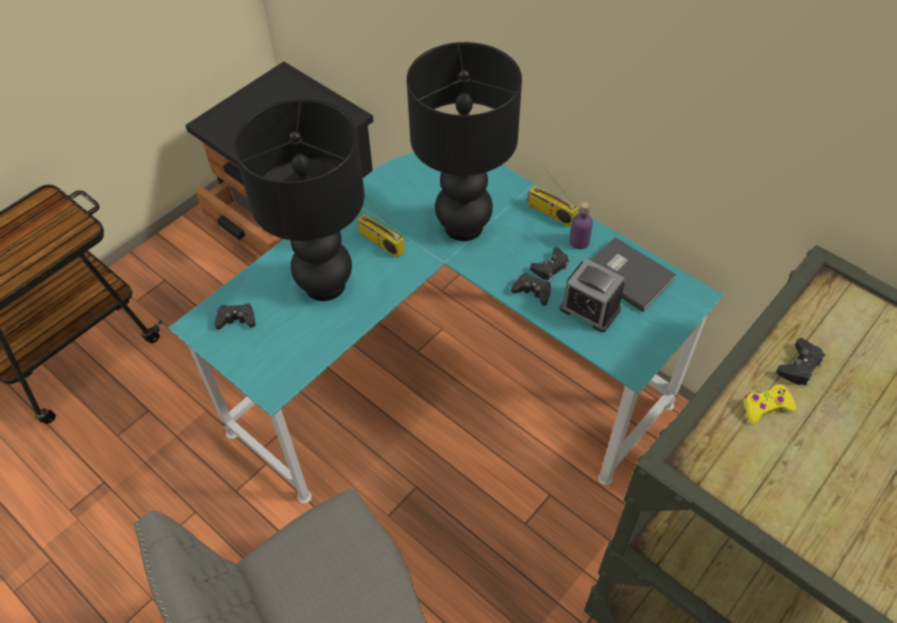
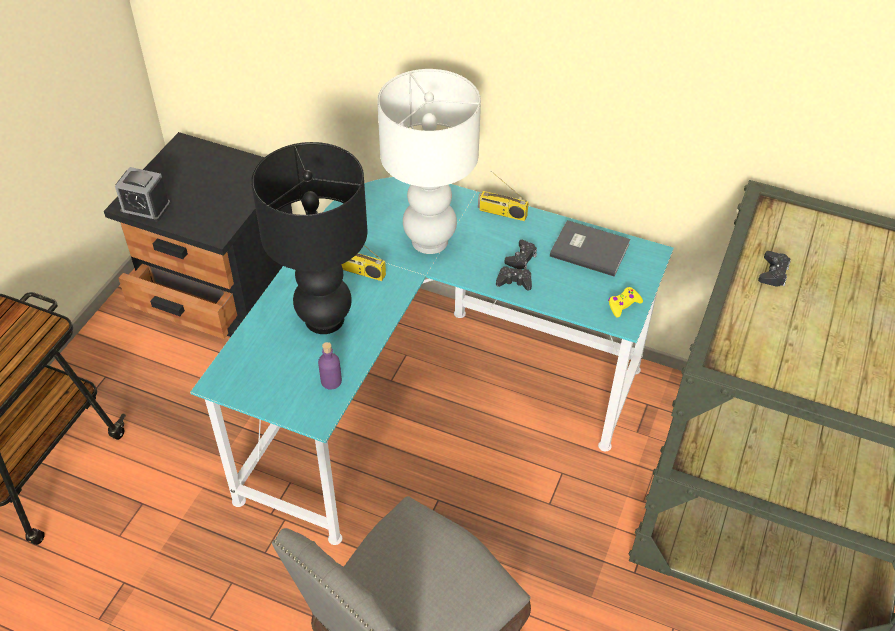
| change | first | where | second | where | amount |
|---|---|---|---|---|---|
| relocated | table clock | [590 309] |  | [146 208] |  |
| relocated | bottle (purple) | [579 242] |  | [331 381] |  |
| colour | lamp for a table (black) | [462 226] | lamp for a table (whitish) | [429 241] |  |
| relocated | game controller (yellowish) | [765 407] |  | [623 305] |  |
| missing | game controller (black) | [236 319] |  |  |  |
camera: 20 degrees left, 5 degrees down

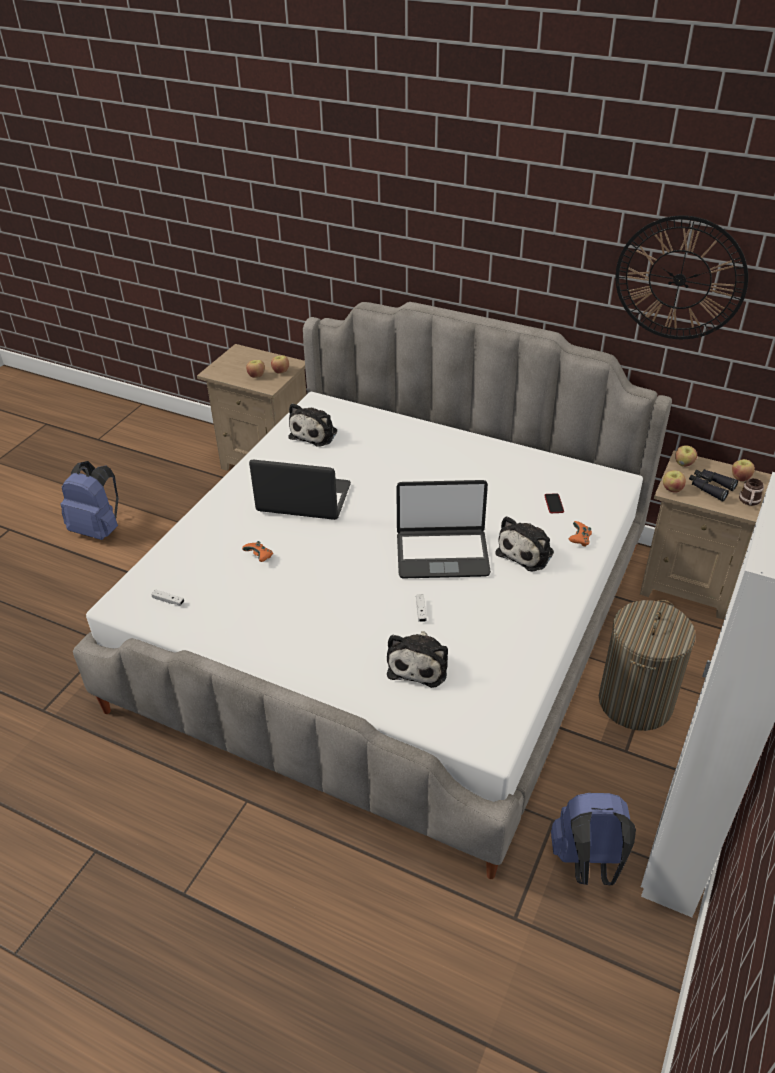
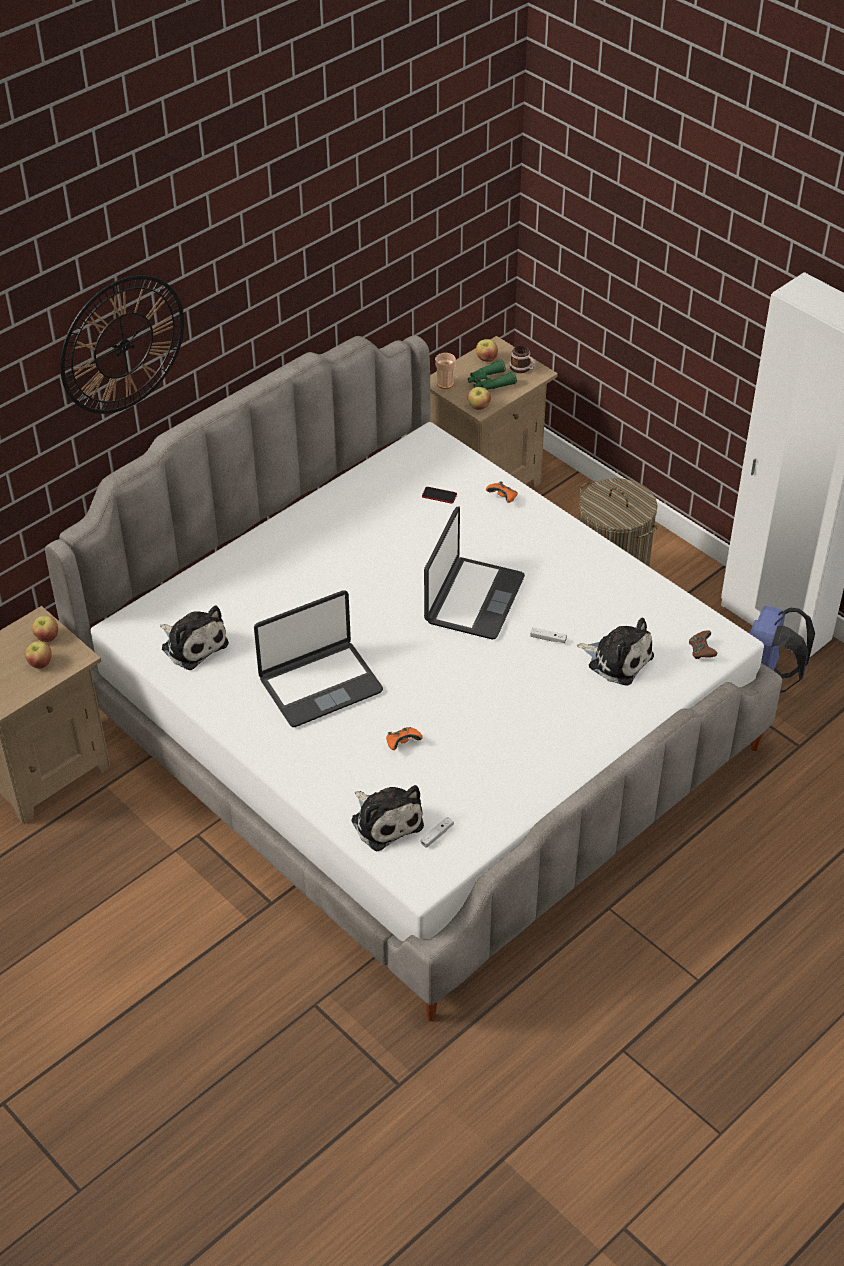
| change | first | where | second | where | amount |
|---|---|---|---|---|---|
| relocated | wall clock | [680 279] |  | [123 345] |  |
| spun | portable computer | [303 499] |  | [320 684] | 150 degrees counterclockwise |
| relocated | plush toy | [527 552] |  | [385 820] |  |
| exchanged | whole apple | [683 464] | small cup | [445 384] |  |
| colour | binoculars (black) | [710 487] | binoculars (green) | [489 383] |  |
| appeared |  |  | game controller (brown) | [701 651] |  |
| missing | backpack (blue-coloured) | [98 529] |  |  |  |
camera: 70 degrees left, 5 degrees up

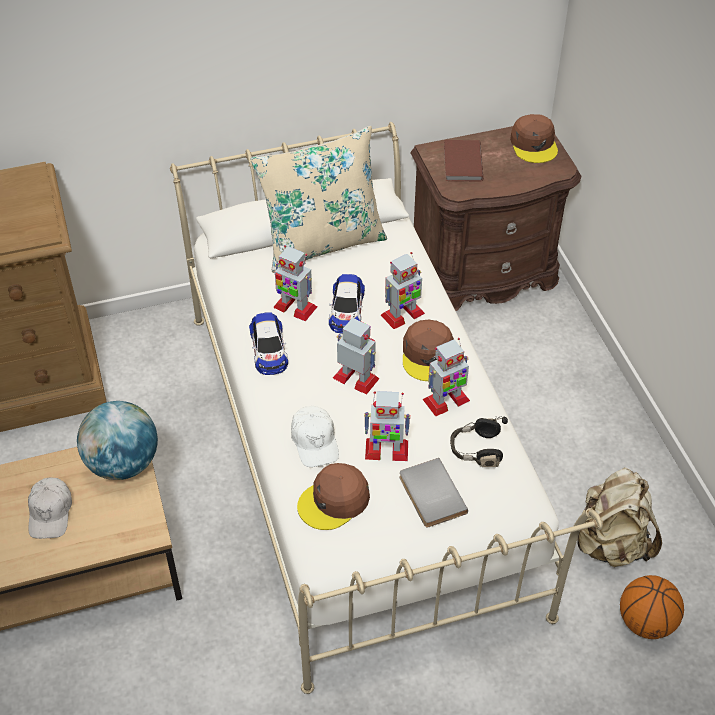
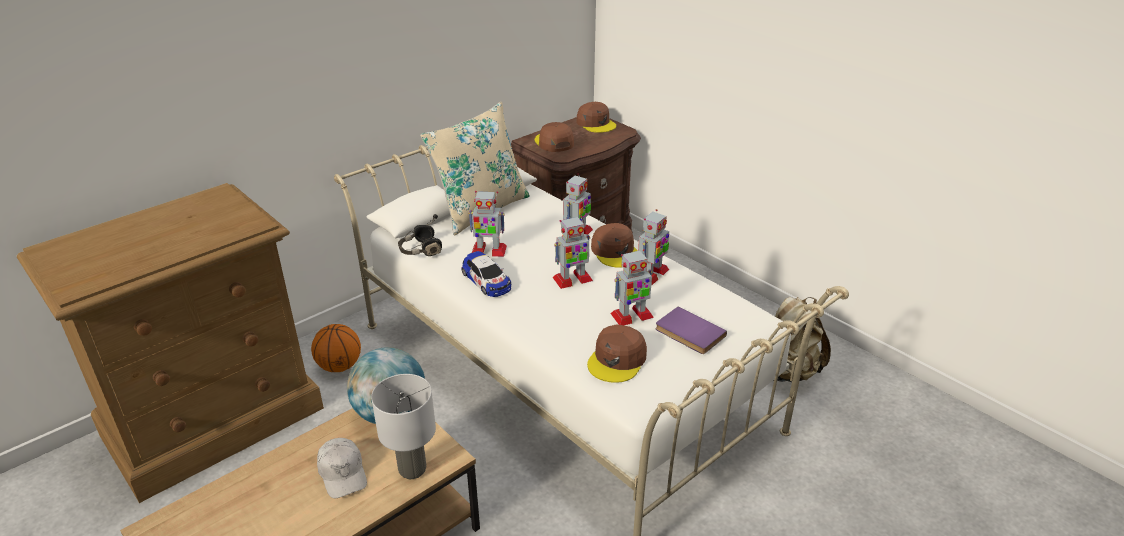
| change | first | where | second | where | amount |
|---|---|---|---|---|---|
| relocated | ball for basketball | [646 622] |  | [340 366] |  |
| appeared |  |  | lamp for a table (whitish) | [412 469] |  |
| relocated | headset (black) | [476 450] |  | [420 250] |  |
| exchanged | book (brown) | [461 163] | baseball cap (brown) | [553 142] |  |
| spun | toy robot | [356 378] |  | [572 279] | 150 degrees clockwise |
| colour | book (greyish) | [430 495] | book (purple) | [688 333] |  |
| missing | baseball cap (whitish) | [315 441] |  |  |  |
| missing | miniature car | [346 309] |  |  |  |
camera: 25 degrees left, 15 degrees down

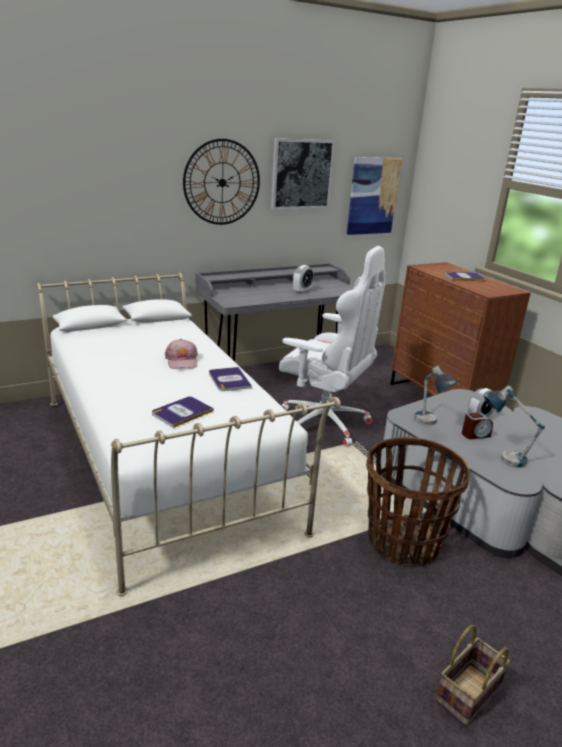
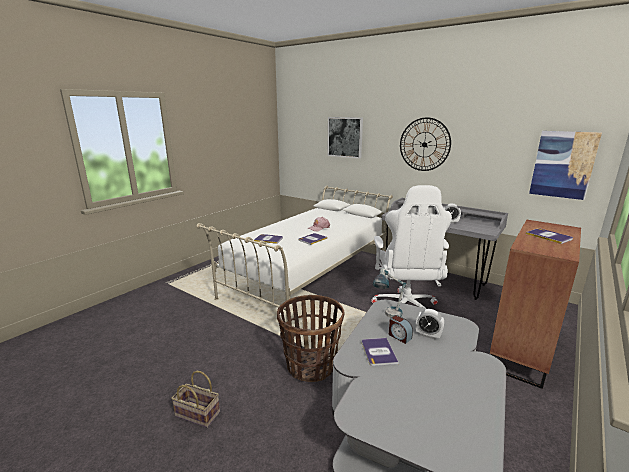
| change | first | where | second | where | amount |
|---|---|---|---|---|---|
| relocated | picture | [301 174] |  | [345 137] |  |
| exchanged | lamp for a table | [501 457] | book | [378 352] |  |
camera: 65 degrees right, 5 degrees down

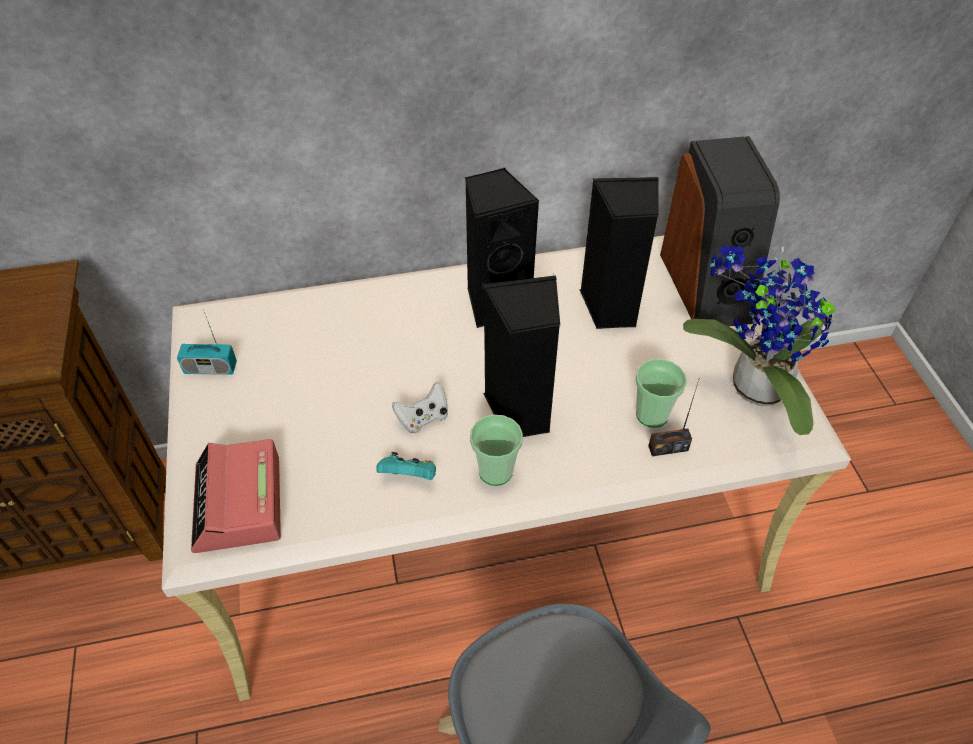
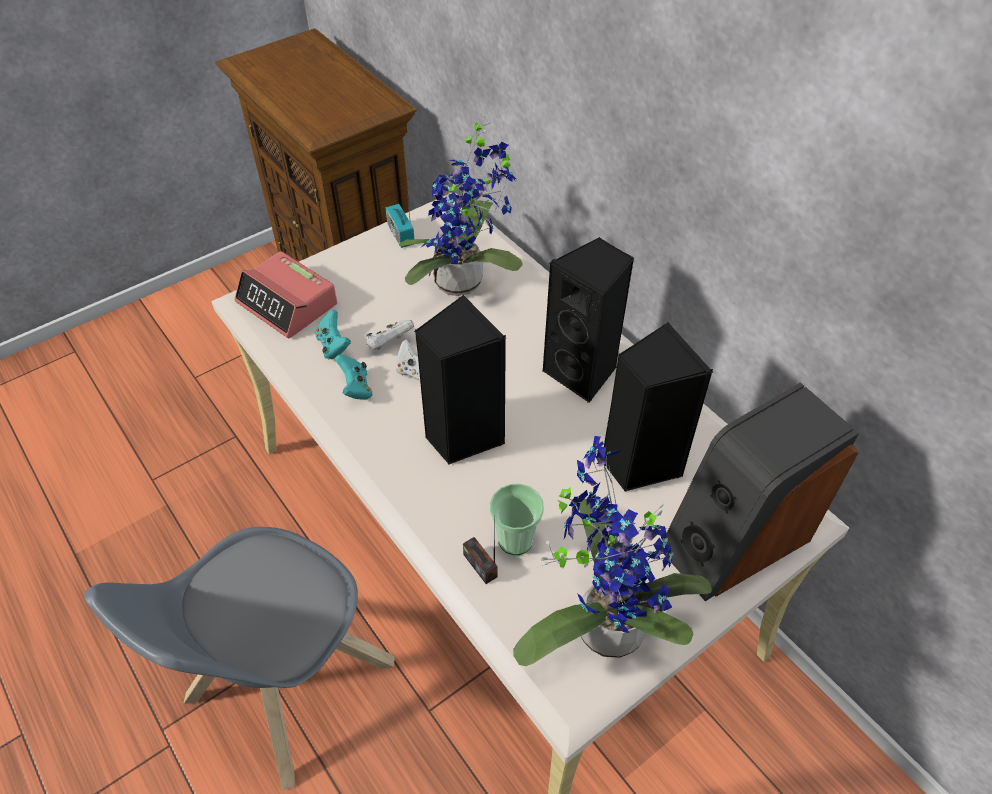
| change | first | where | second | where | amount |
|---|---|---|---|---|---|
| spun | table clock | [238 504] |  | [288 304] | 105 degrees counterclockwise |
| appeared |  |  | game controller (turquoise) | [333 346] |  |
| appeared |  |  | game controller (whitish) | [389 344] |  |
| appeared |  |  | potted plant | [465 283] |  |
| missing | small cup | [495 471] |  |  |  |
camera: 65 degrees right, 0 degrees up

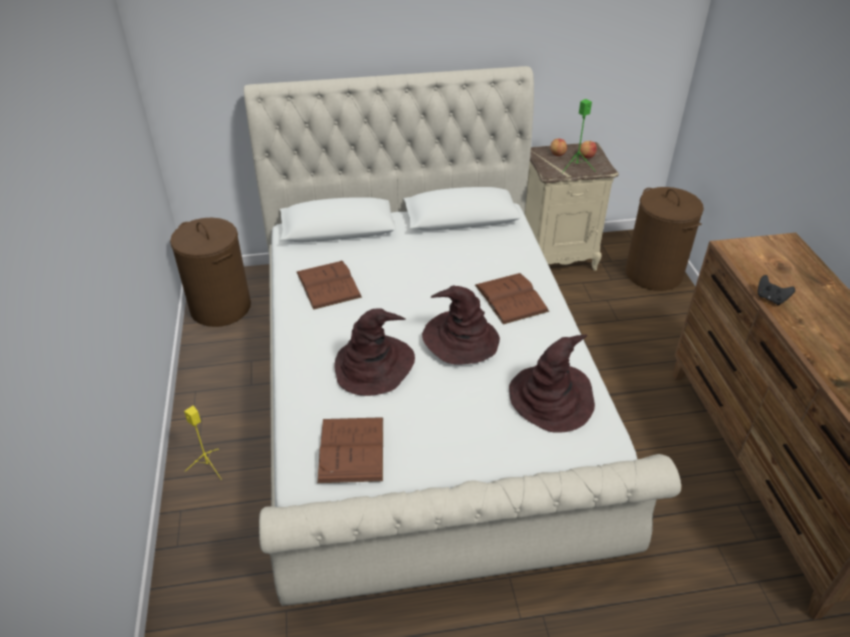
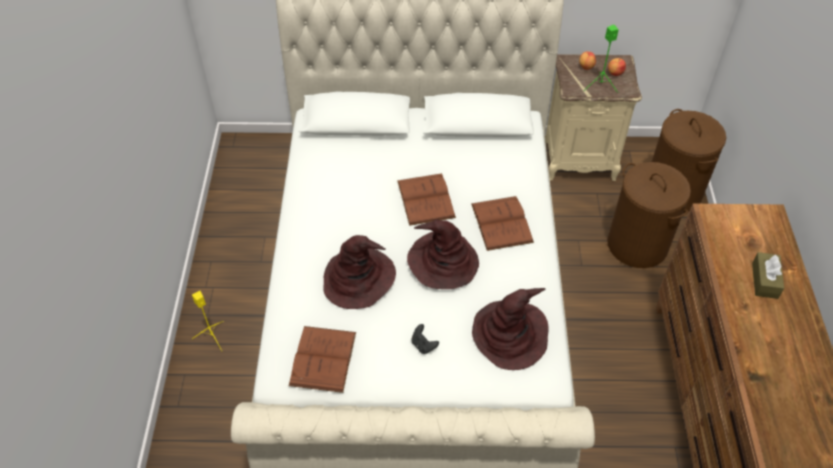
| change | first | where | second | where | amount |
|---|---|---|---|---|---|
| relocated | book (brown) | [328 284] |  | [426 199] |  |
| relocated | game controller (black) | [770 298] |  | [423 345] |  |
| relocated | washing basket (brown) | [220 307] |  | [636 244] |  |
| appeared |  |  | box of tissues (brown) | [764 280] |  |
camera: 10 degrees right, 10 degrees up

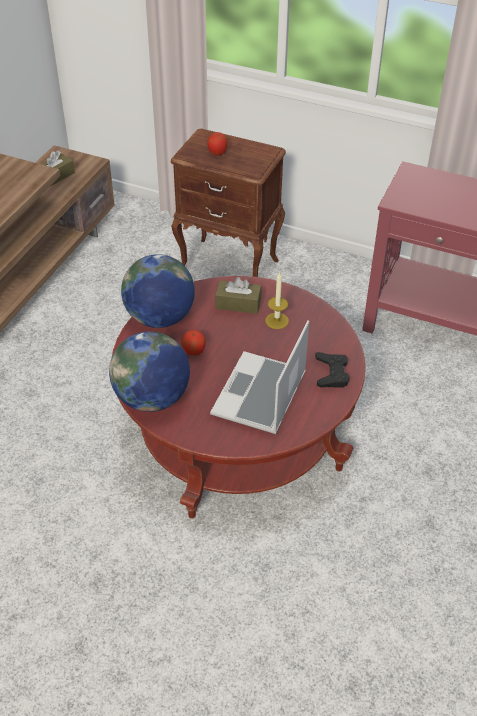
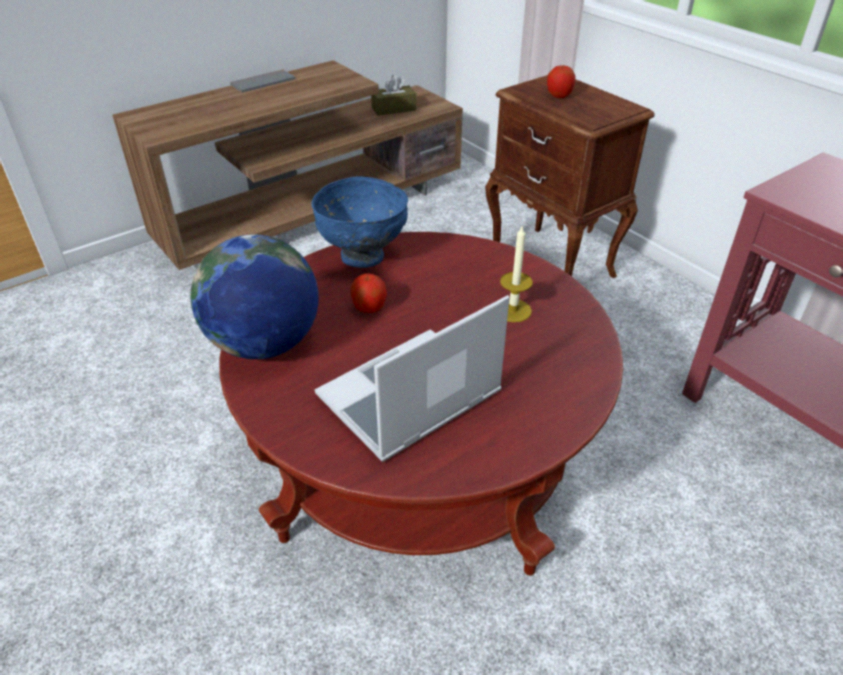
| change | first | where | second | where | amount |
|---|---|---|---|---|---|
| exchanged | desk globe | [160 318] | serving bowl (blue-coloured) | [363 257] |  |
| missing | box of tissues (brown) | [238 304] |  |  |  |
| missing | game controller (black) | [331 373] |  |  |  |
camera: 30 degrees right, 5 degrees down

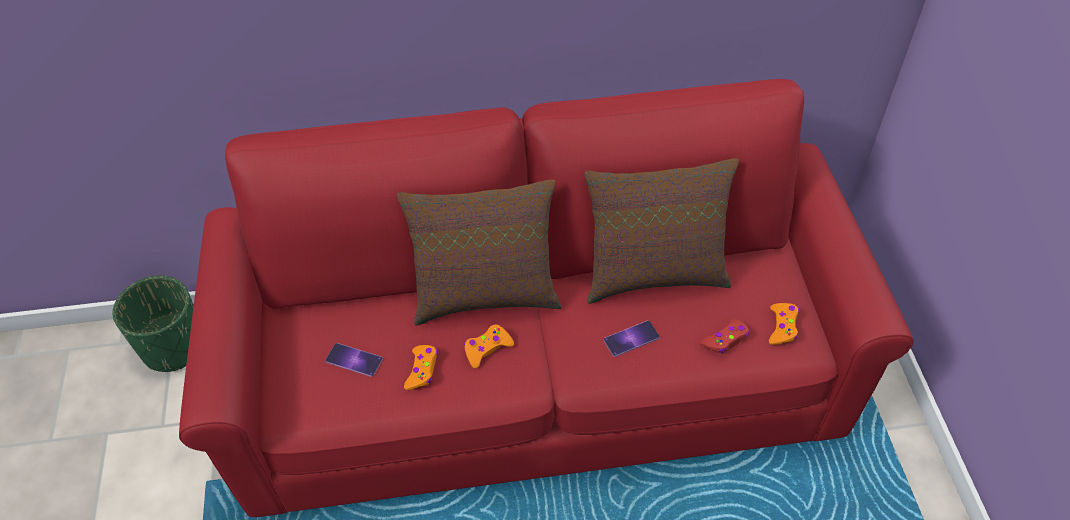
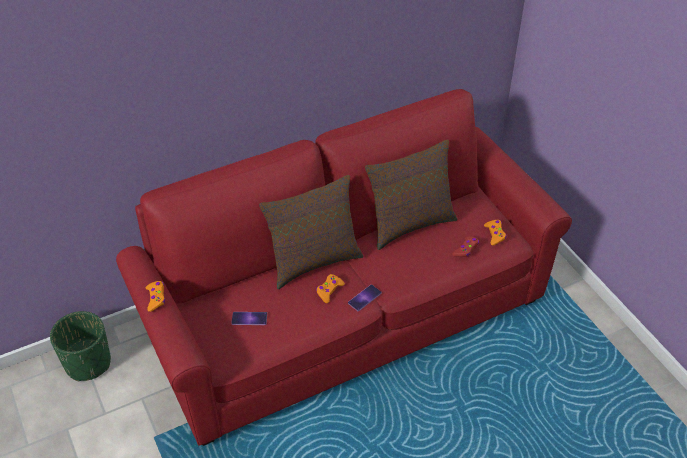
| change | first | where | second | where | amount |
|---|---|---|---|---|---|
| relocated | game controller (orange-coloured) | [422 370] |  | [156 298] |  |
| relocated | telephone | [631 339] |  | [364 298] |  |
camera: 20 degrees left, 5 degrees down

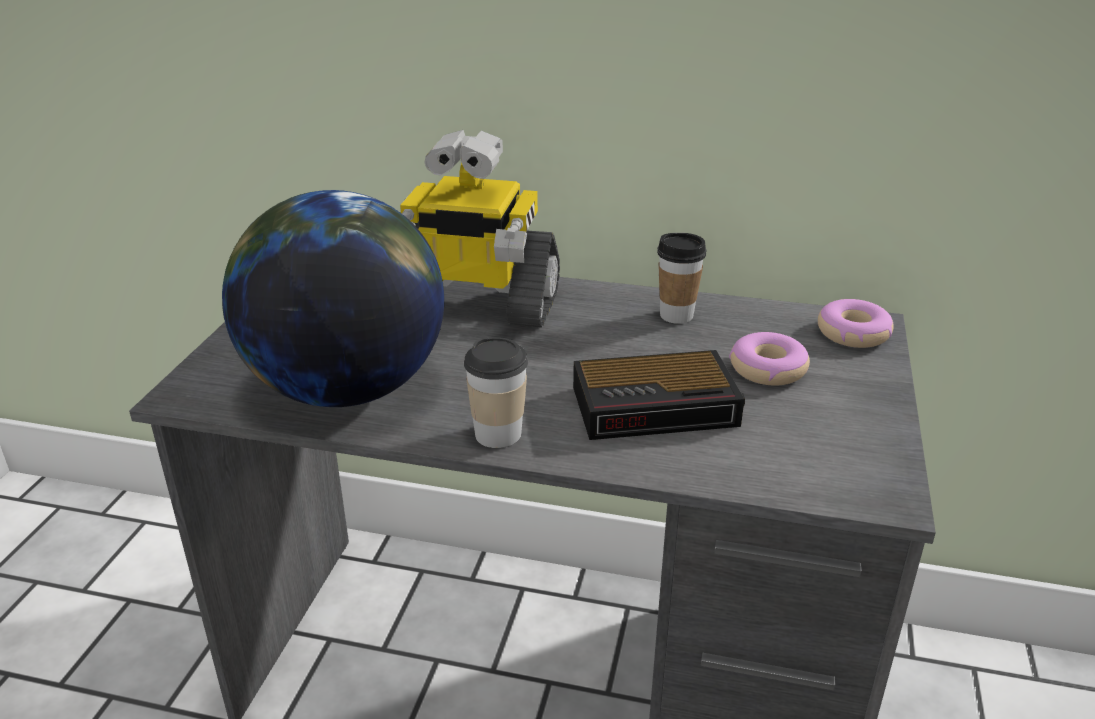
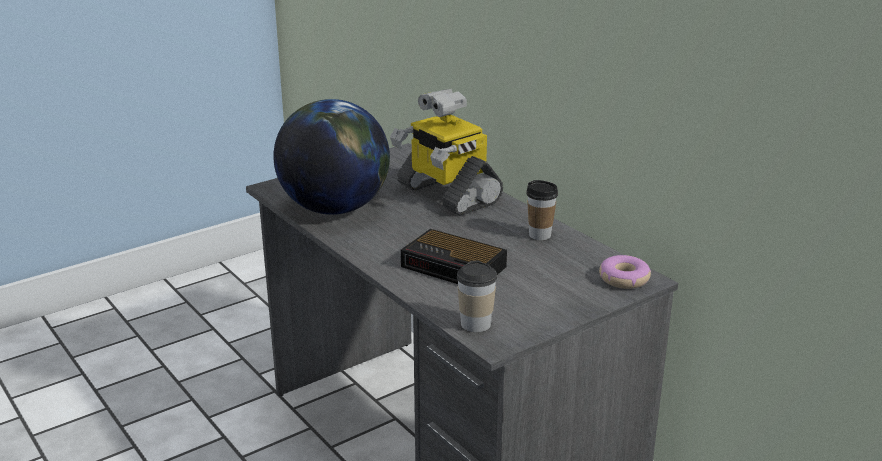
| change | first | where | second | where | amount |
|---|---|---|---|---|---|
| relocated | small cup | [498 434] |  | [475 324] |  |
| missing | ring doughnut | [768 369] |  |  |  |
camera: 40 degrees right, 5 degrees down

